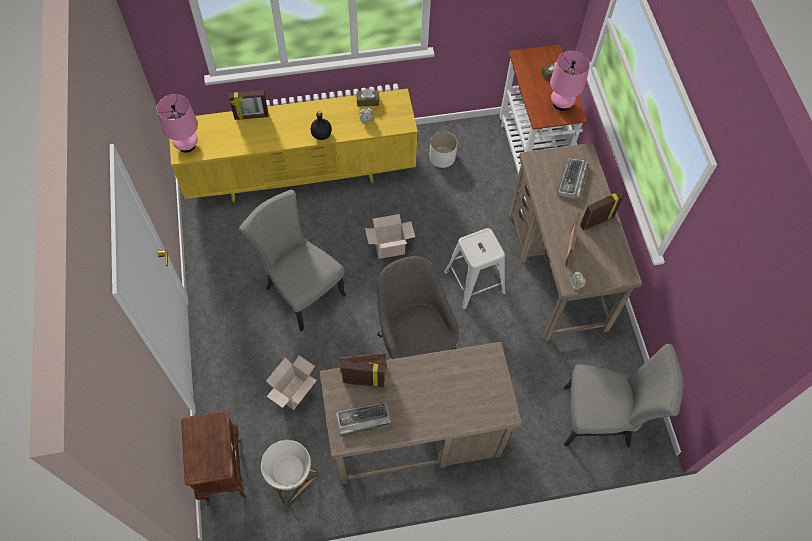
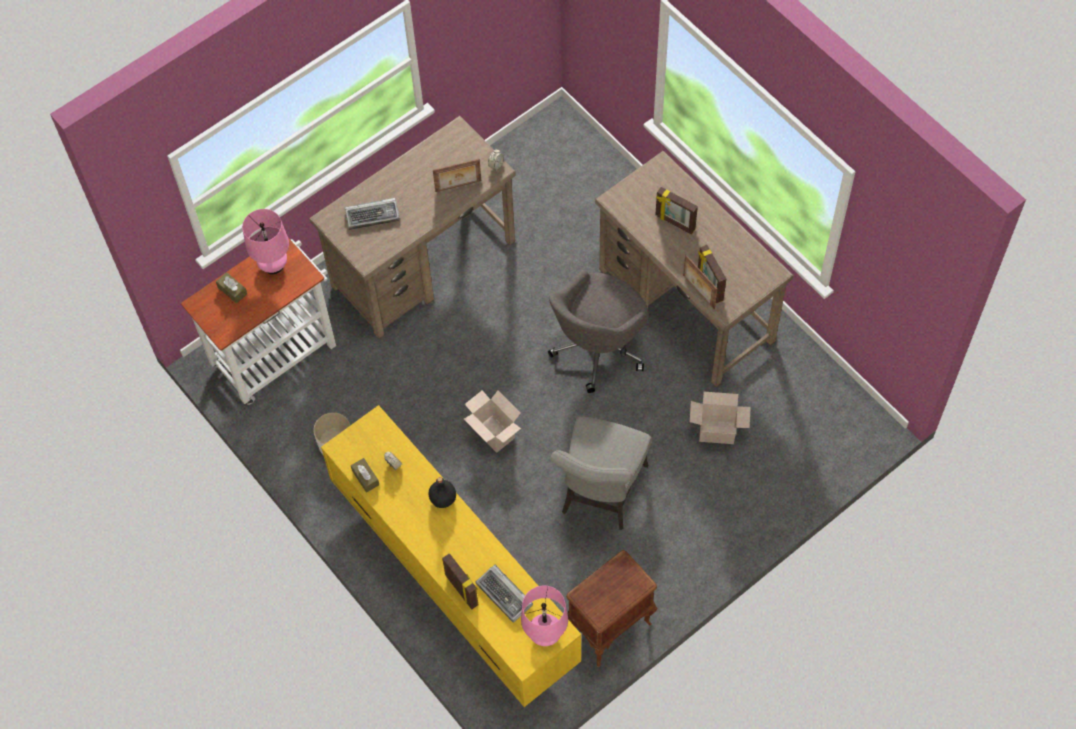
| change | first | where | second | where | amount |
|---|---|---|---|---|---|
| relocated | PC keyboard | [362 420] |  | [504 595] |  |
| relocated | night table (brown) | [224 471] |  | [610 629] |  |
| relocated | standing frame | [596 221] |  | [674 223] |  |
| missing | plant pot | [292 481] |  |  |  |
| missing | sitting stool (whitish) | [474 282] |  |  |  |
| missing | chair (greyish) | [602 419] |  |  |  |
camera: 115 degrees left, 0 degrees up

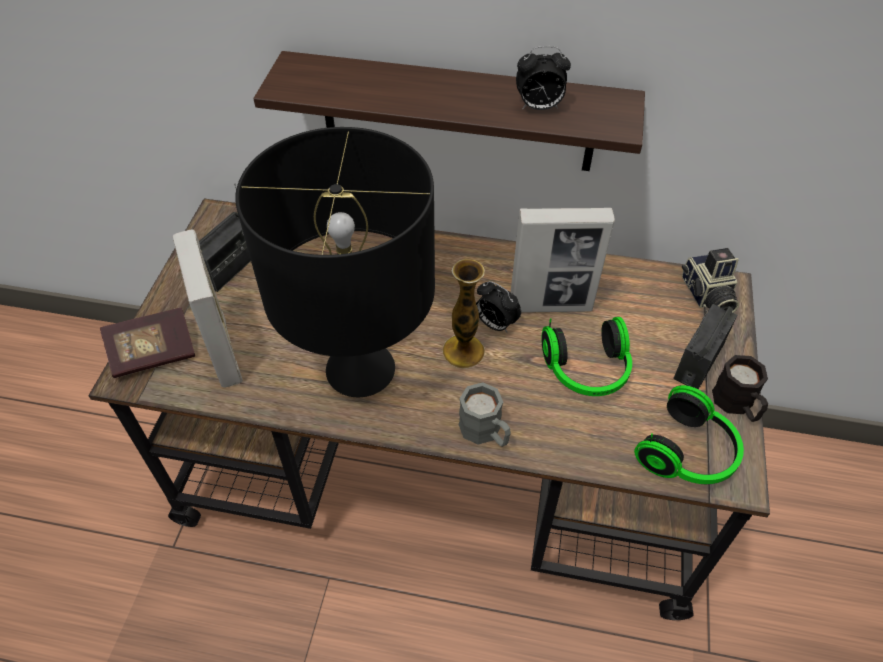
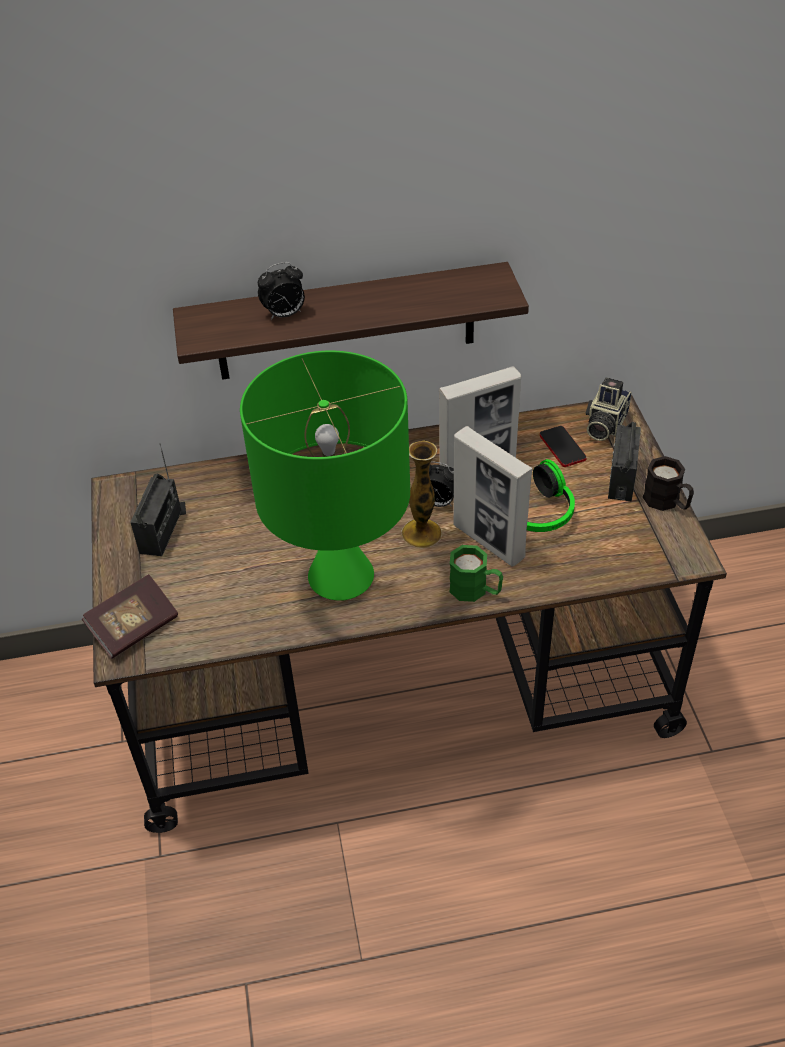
| change | first | where | second | where | amount |
|---|---|---|---|---|---|
| colour | lamp for a table (black) | [361 374] | lamp for a table (green) | [341 581] |  |
| relocated | table clock | [538 107] |  | [284 315] |  |
| colour | mug (greyish) | [485 432] | mug (green) | [475 590] |  |
| relocated | standing frame | [224 353] |  | [488 541] |  |
| appeared |  |  | telephone | [562 447] |  |
| spun | still camera | [706 296] |  | [604 424] | 60 degrees clockwise |
| missing | headset | [689 453] |  |  |  |
camera: 20 degrees left, 5 degrees down

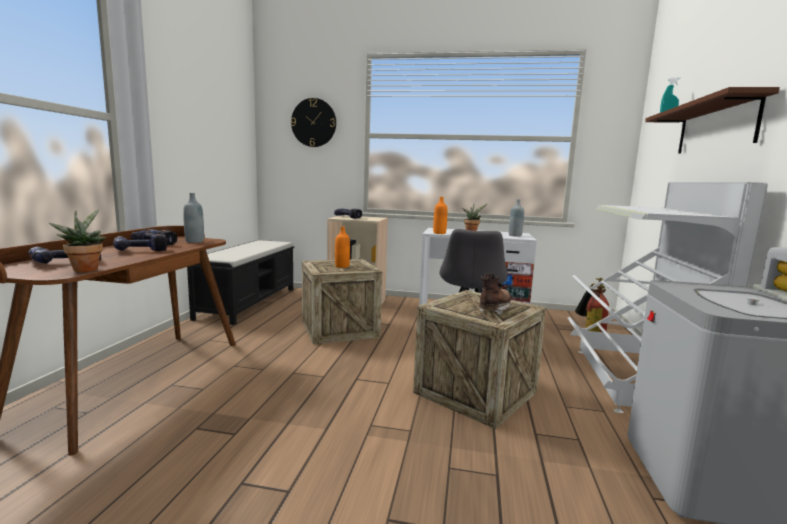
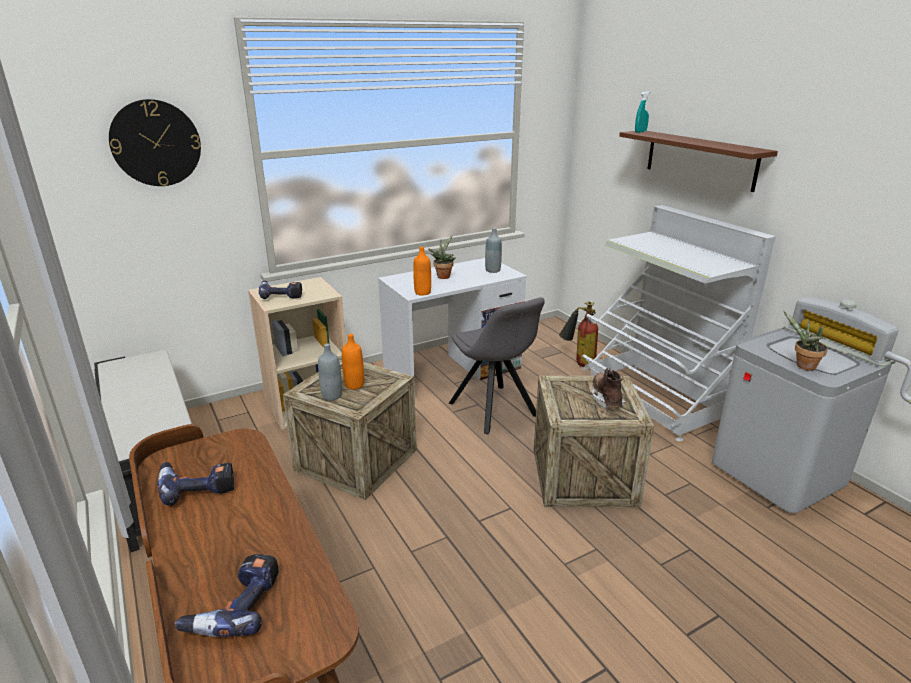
| change | first | where | second | where | amount |
|---|---|---|---|---|---|
| relocated | bottle (greyish) | [194 241] |  | [332 396] |  |
| relocated | potted plant | [85 269] |  | [802 366] |  |
| missing | power drill | [141 250] |  |  |  |
camera: 40 degrees left, 15 degrees up

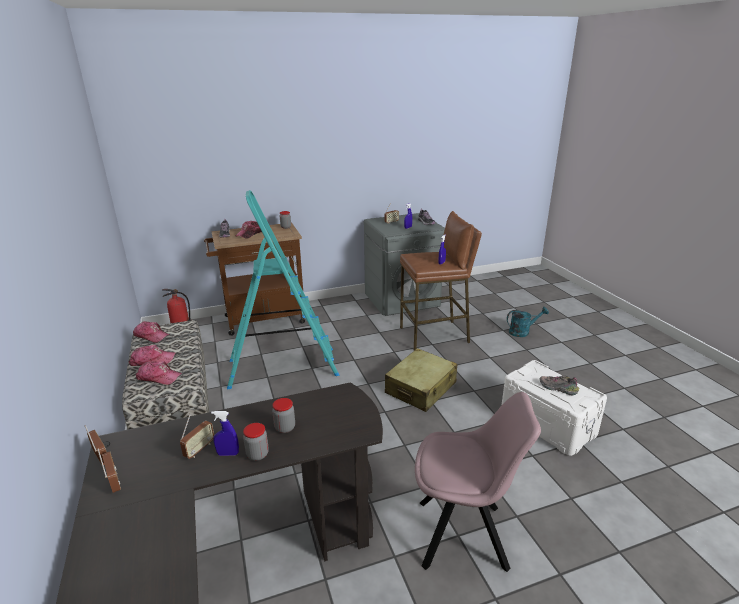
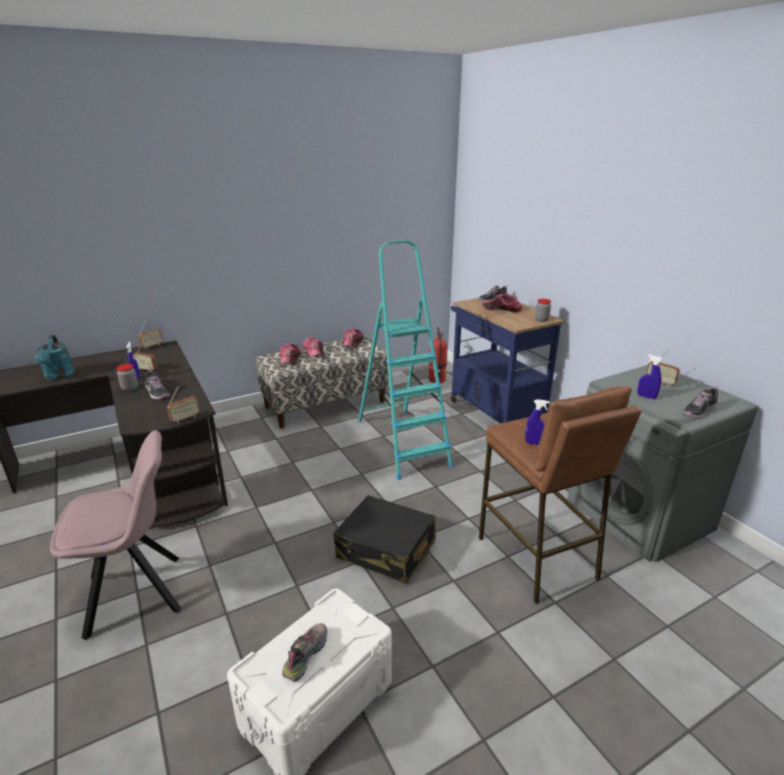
| change | first | where | second | where | amount |
|---|---|---|---|---|---|
| relocated | watering pot (turquoise) | [522 332] |  | [59 377] |  |
| spun | chair (pinkish) | [463 535] |  | [136 594] | 105 degrees counterclockwise |
| exchanged | preserve jar | [285 427] | shoe | [157 393] |  |
| relocated | radio set | [114 482] |  | [185 418] |  |
| colour | suitcase (beige-coloured) | [421 388] | suitcase (black) | [386 550] |  |
| colour | wheeled cart (brown) | [262 320] | wheeled cart (blue-coloured) | [493 411] |  |
camera: 80 degrees right, 0 degrees up

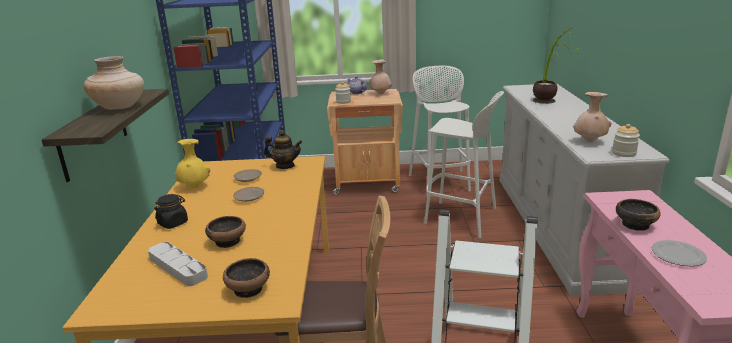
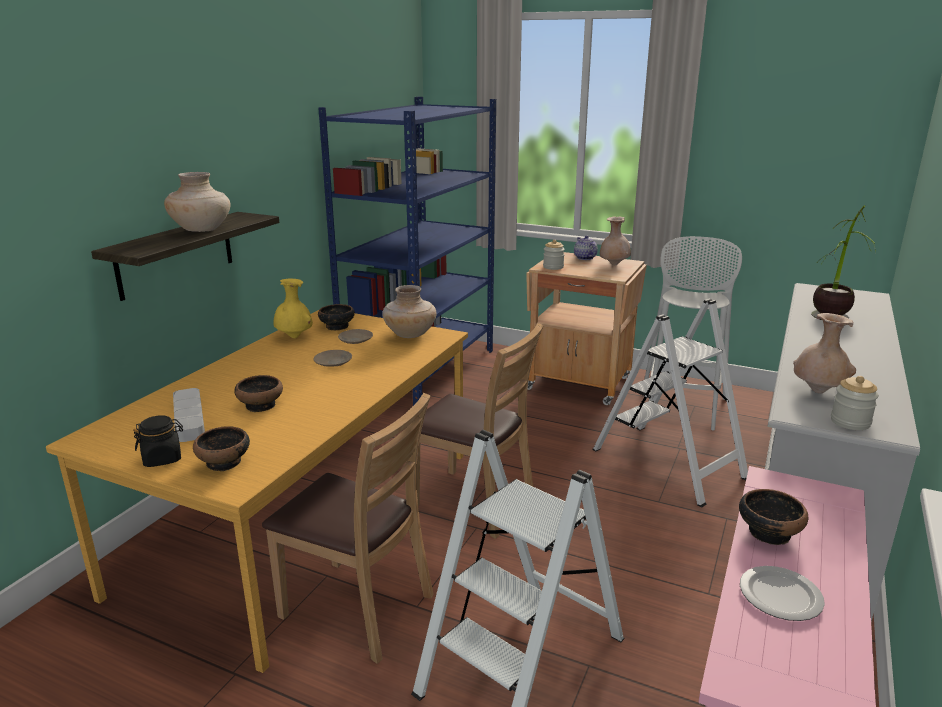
| change | first | where | second | where | amount |
|---|---|---|---|---|---|
| relocated | preserve jar (black) | [173 223] |  | [163 458] |  |
| appeared |  |  | serving bowl | [337 326] |  |
| exchanged | pot for tea | [285 166] | decorative vase (beige-coloured) | [410 334] |  |
| appeared |  |  | chair (brown) | [474 502] |  |
| exchanged | sitting stool (whitish) | [462 218] | step stool (whitish) | [669 464] |  |
camera: 25 degrees right, 0 degrees up

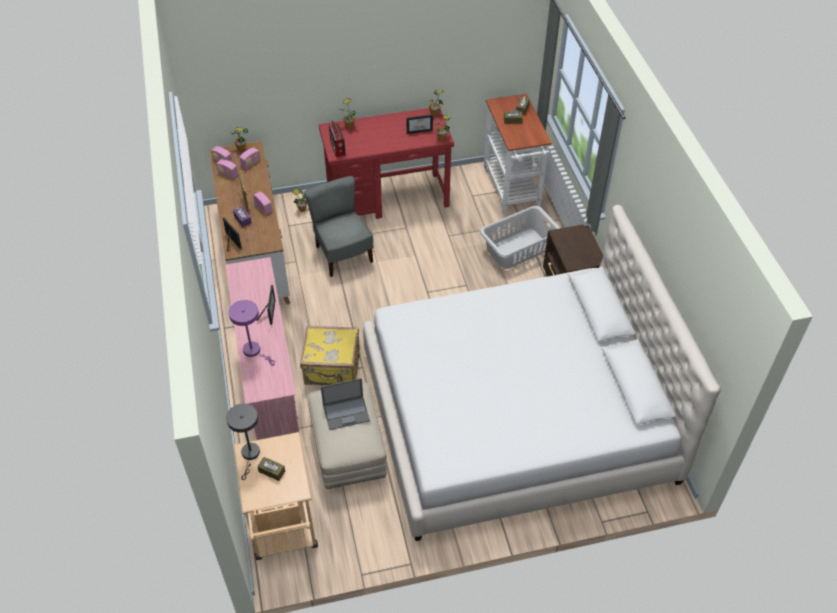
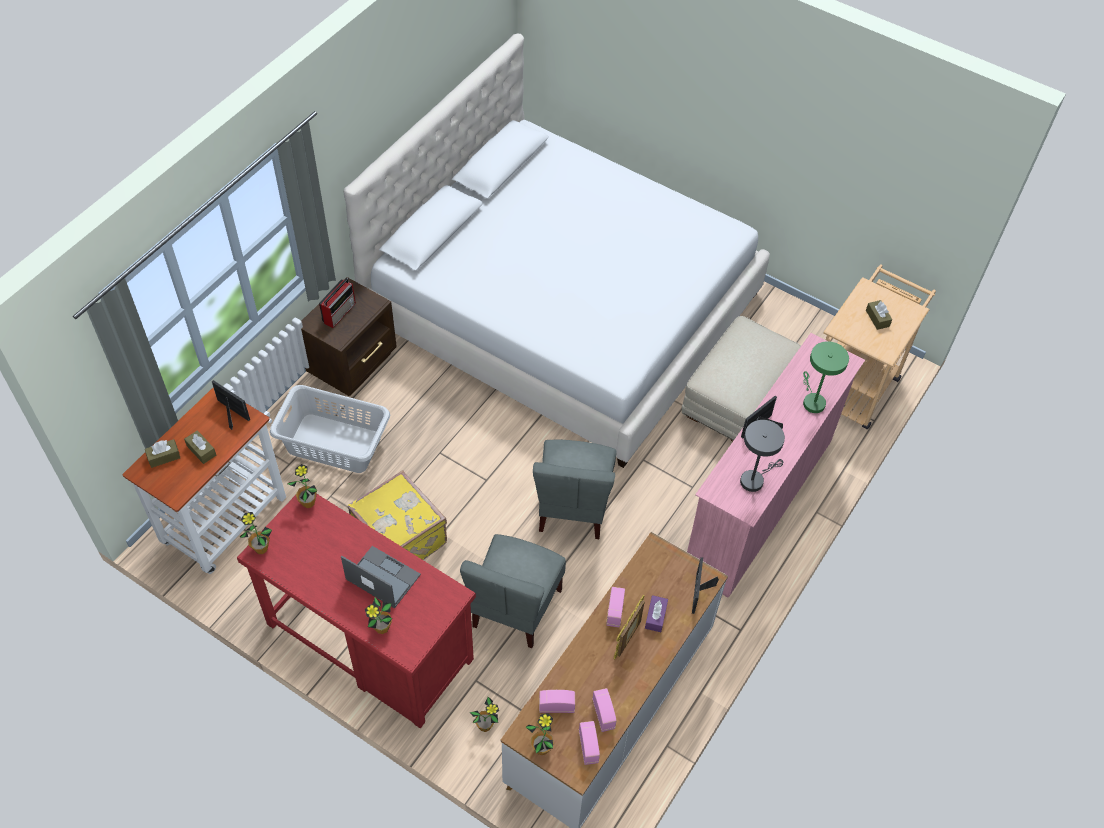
| change | first | where | second | where | amount |
|---|---|---|---|---|---|
| relocated | standing frame | [419 130] |  | [230 412] |  |
| relocated | radio set | [337 148] |  | [340 312] |  |
| relocated | portable computer | [346 412] |  | [382 577] |  |
| relocated | suitcase (yellowish) | [332 369] |  | [401 536] |  |
| appeared |  |  | chair (greyish) | [573 507] |  |
| relocated | lamp for a table (greyish) | [250 455] |  | [754 479] |  |
| colour | lamp for a table (purple) | [254 351] | lamp for a table (green) | [812 400] |  |
camera: 135 degrees left, 5 degrees up

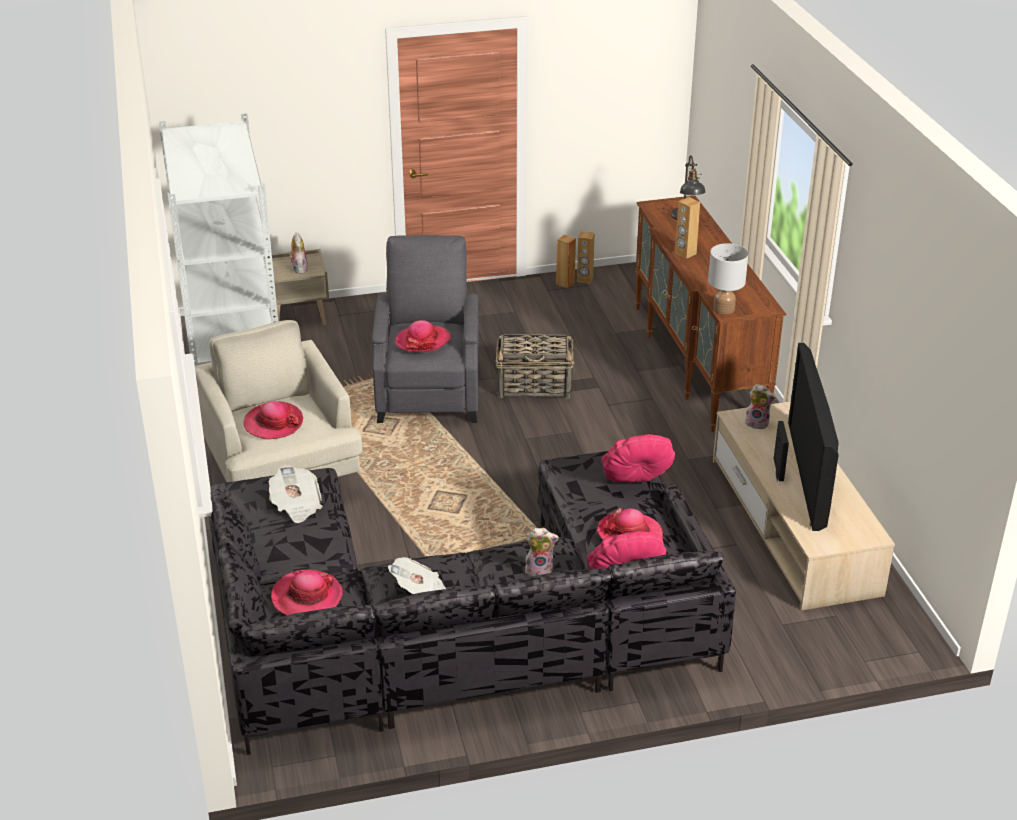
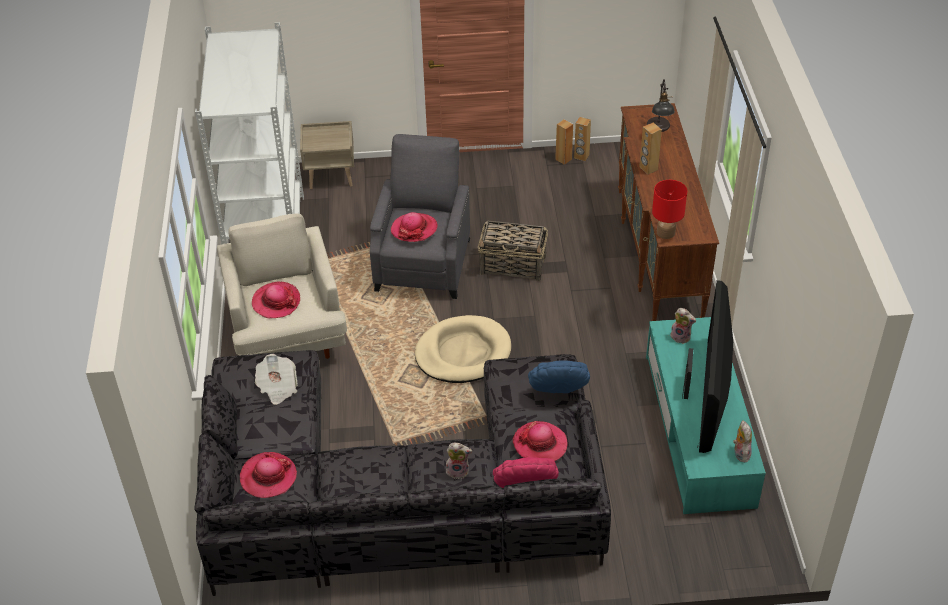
| change | first | where | second | where | amount |
|---|---|---|---|---|---|
| appeared |  |  | pet bed (beige-coloured) | [463 353] |  |
| colour | throw pillow (pinkish) | [636 485] | throw pillow (blue-coloured) | [558 395] |  |
| colour | media console (beige-coloured) | [794 525] | media console (turquoise) | [699 429] |  |
| colour | lamp for a table (greyish) | [723 309] | lamp for a table (red) | [665 232] |  |
| relocated | plush toy | [298 268] |  | [740 453] |  |
| missing | printed paper | [420 591] |  |  |  |
camera: 10 degrees right, 10 degrees up

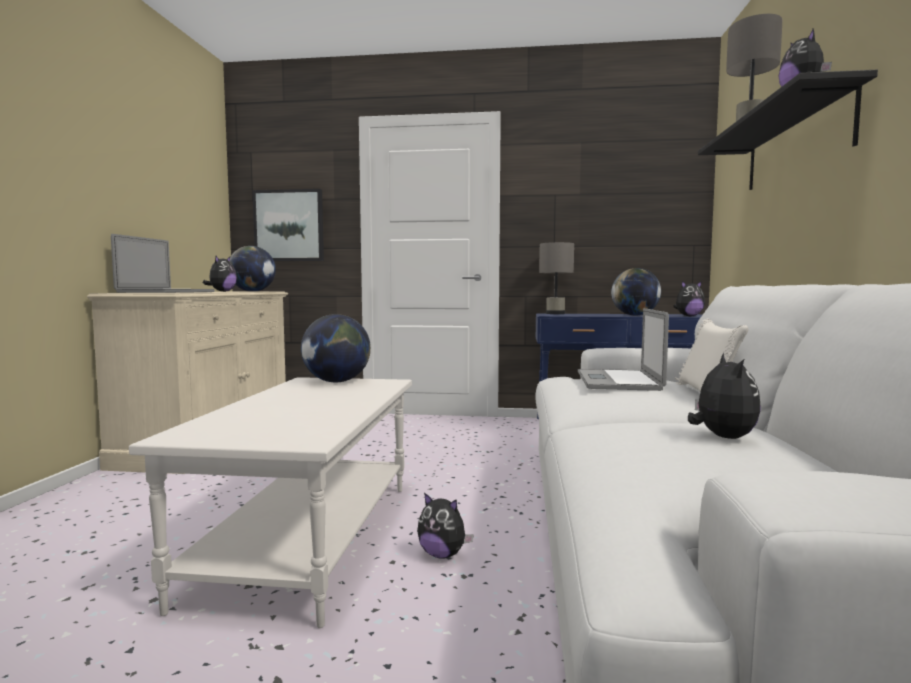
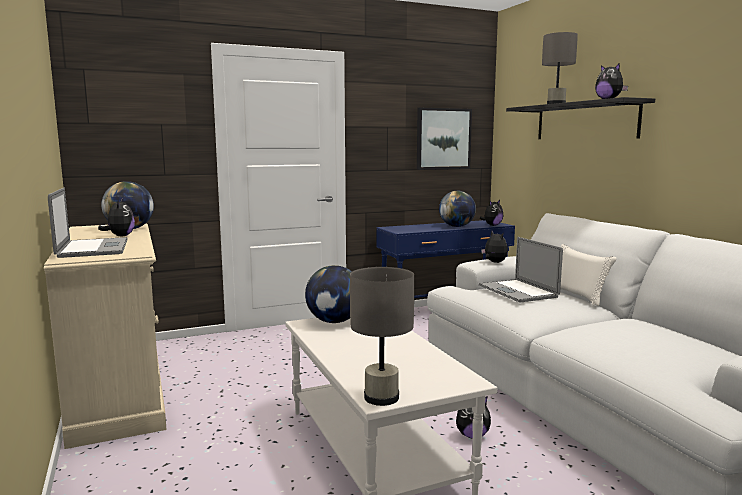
| change | first | where | second | where | amount |
|---|---|---|---|---|---|
| relocated | lamp for a table (greyish) | [555 313] |  | [381 398] |  |
| relocated | picture | [289 226] |  | [443 139] |  |
| relocated | plush toy | [722 437] |  | [494 262] |  |
camera: 30 degrees left, 5 degrees up

